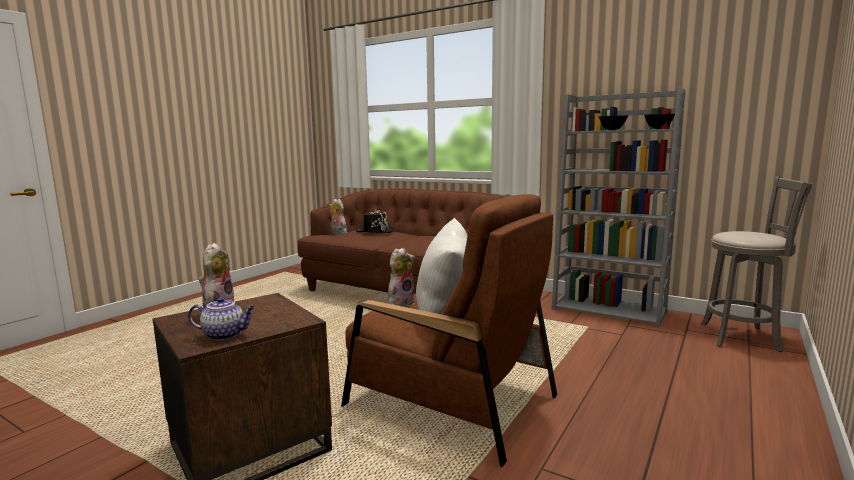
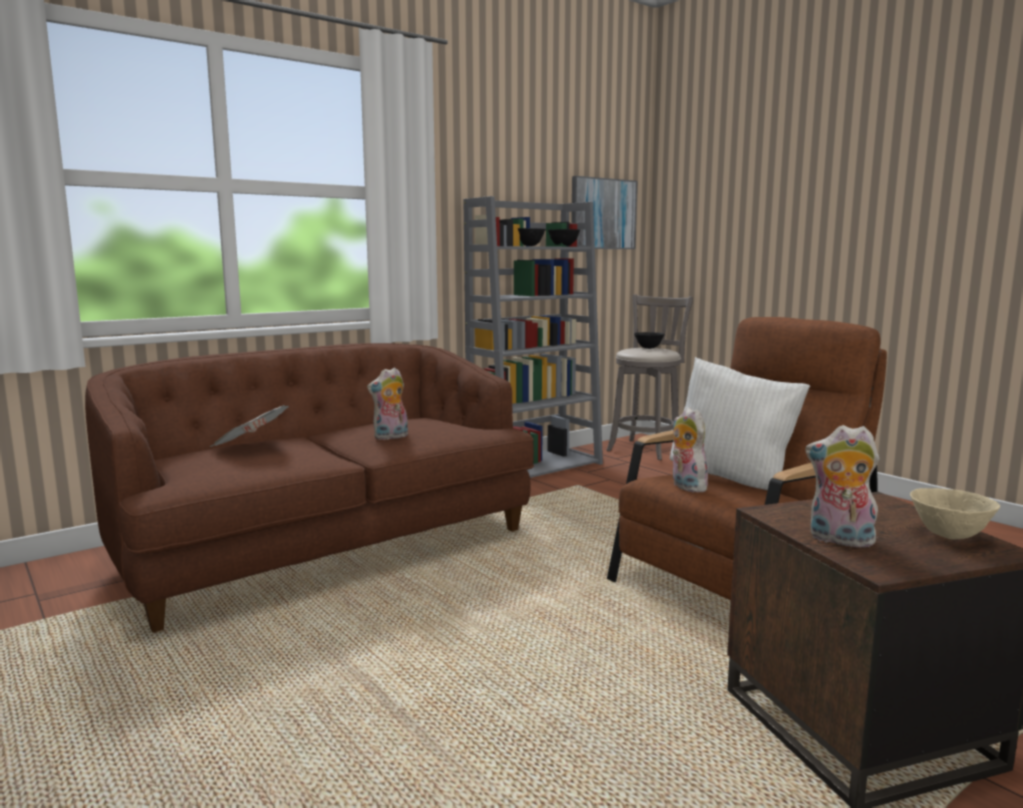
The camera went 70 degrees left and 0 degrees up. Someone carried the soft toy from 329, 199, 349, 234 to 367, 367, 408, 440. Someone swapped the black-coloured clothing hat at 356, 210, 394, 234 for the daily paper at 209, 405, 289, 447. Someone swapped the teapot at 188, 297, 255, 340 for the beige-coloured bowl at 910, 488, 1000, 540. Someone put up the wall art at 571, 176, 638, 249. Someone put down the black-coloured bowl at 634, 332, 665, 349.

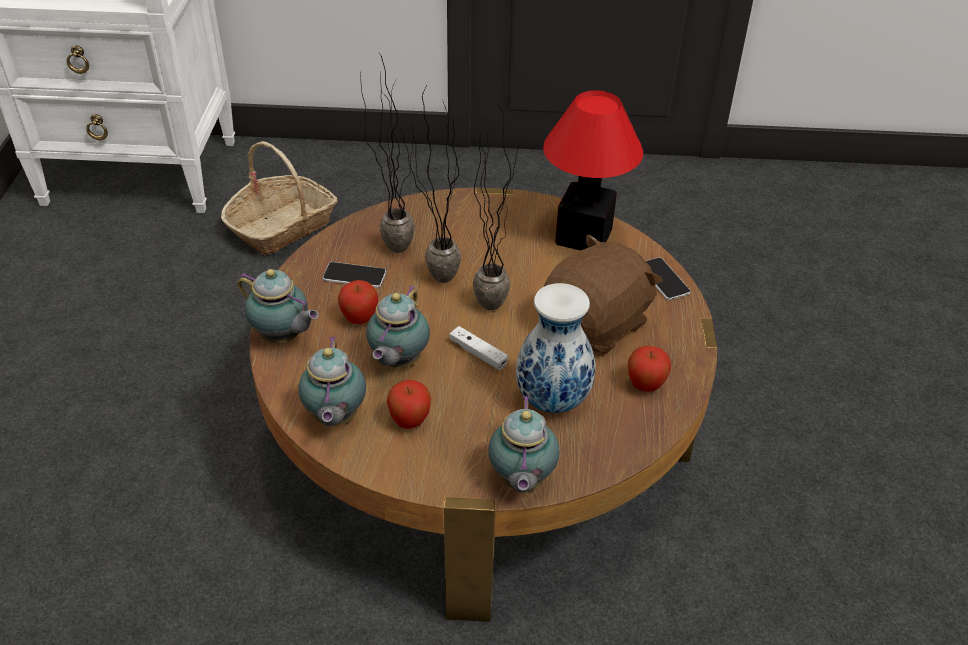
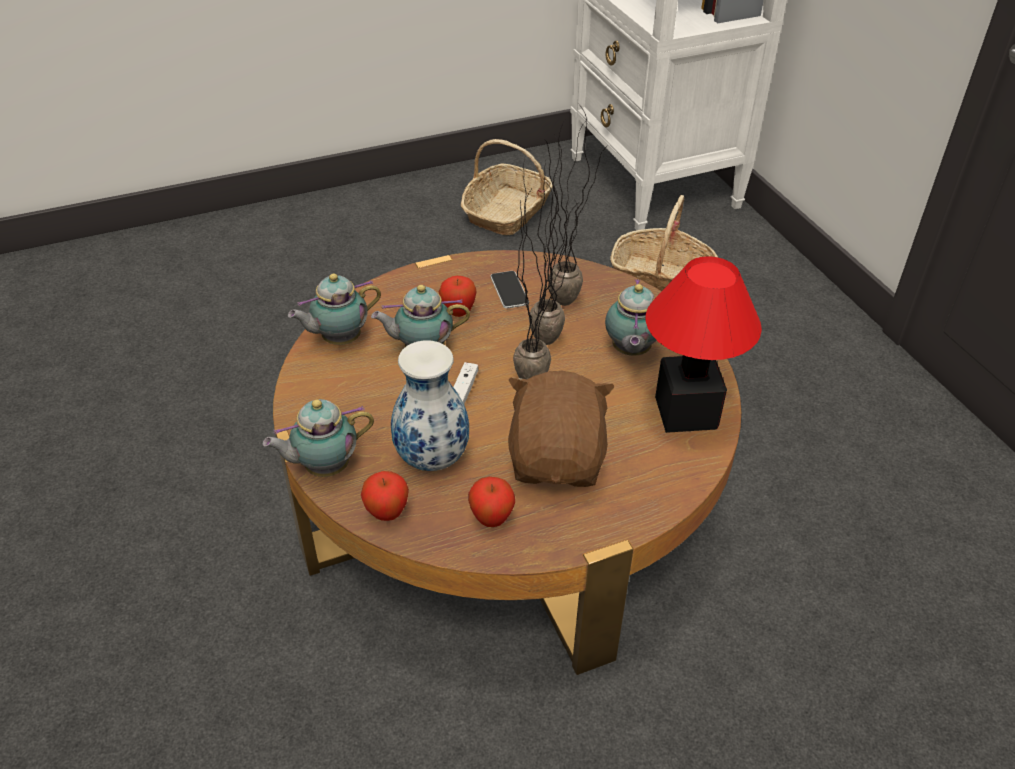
The camera went 65 degrees right and 0 degrees up. Someone rotated the brownish soft toy at 544, 234, 663, 354 by 105 degrees counterclockwise. Someone took away the telephone at 646, 257, 691, 300. Someone carried the teapot from 237, 269, 319, 343 to 605, 279, 657, 356. Someone carried the apple from 387, 380, 431, 429 to 361, 471, 409, 521. Someone put down the basket at 461, 139, 553, 235.

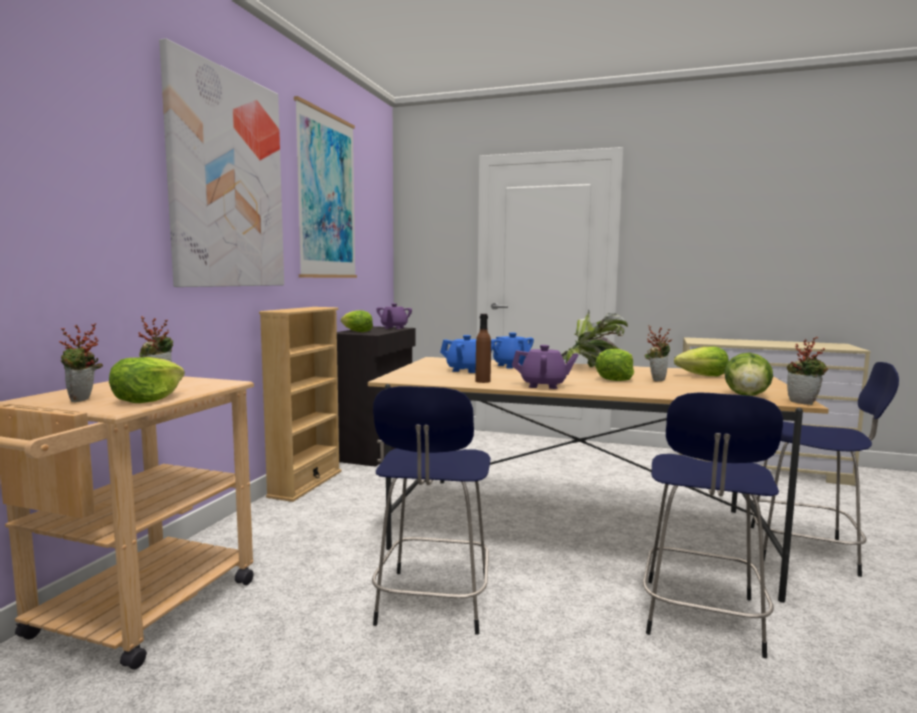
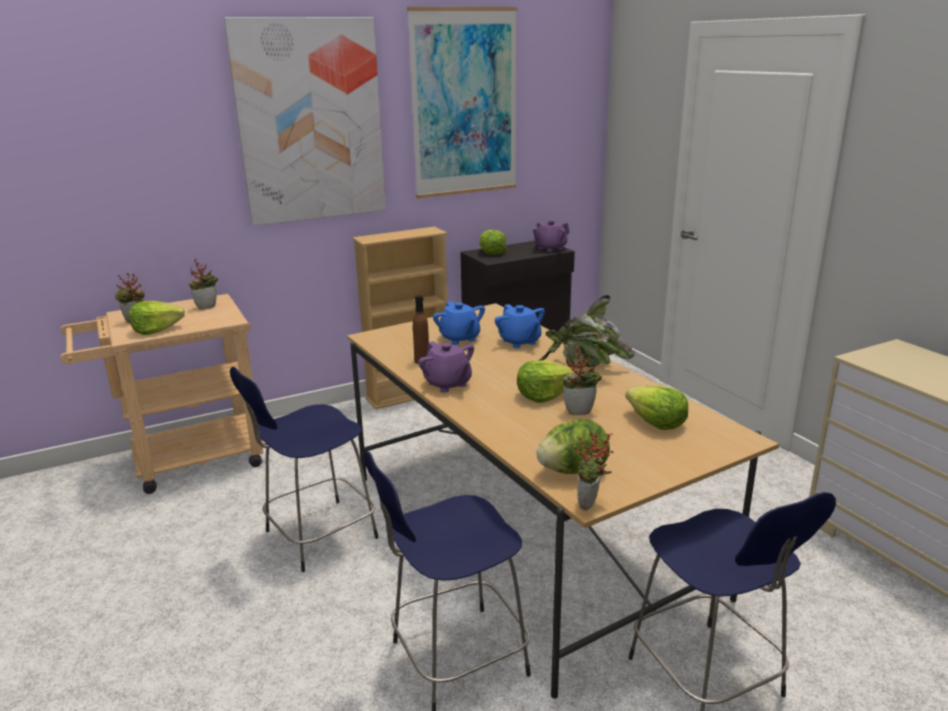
The camera went 45 degrees right and 15 degrees up. Someone rotated the blue teapot at 491, 332, 534, 368 by 135 degrees clockwise.

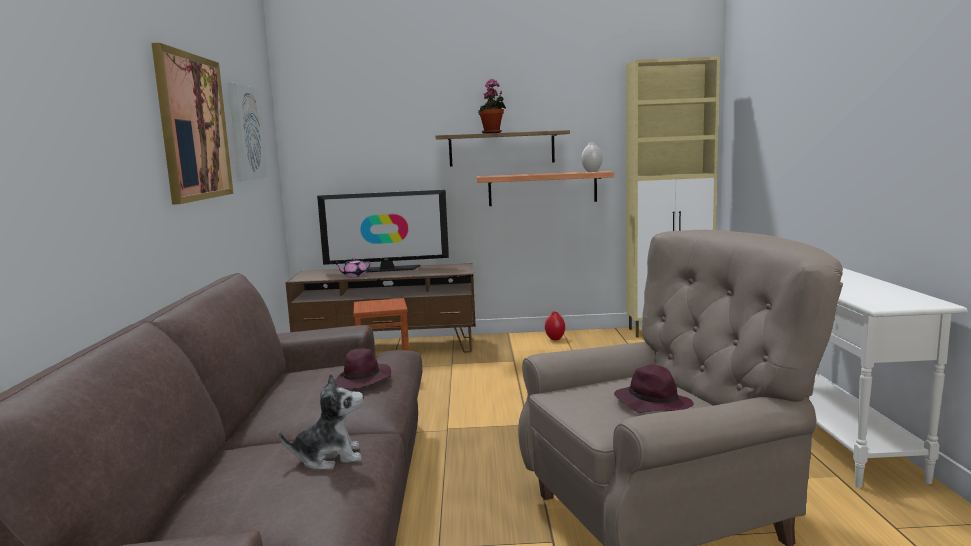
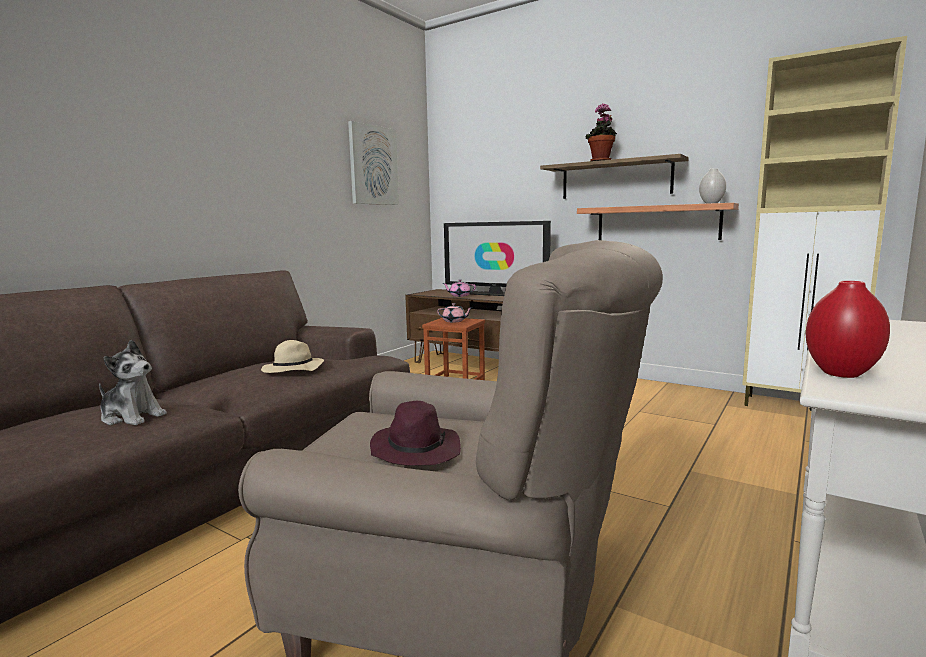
The camera went 35 degrees right and 0 degrees up. Someone took away the wall art at 152, 43, 233, 205. Someone carried the reddish flower vase from 545, 311, 565, 340 to 806, 281, 890, 378. Someone repainted the purplish clothing hat at 334, 348, 391, 389, which became the beige-coloured clothing hat at 261, 340, 324, 373. Someone put down the pinkish teapot at 437, 303, 472, 322.

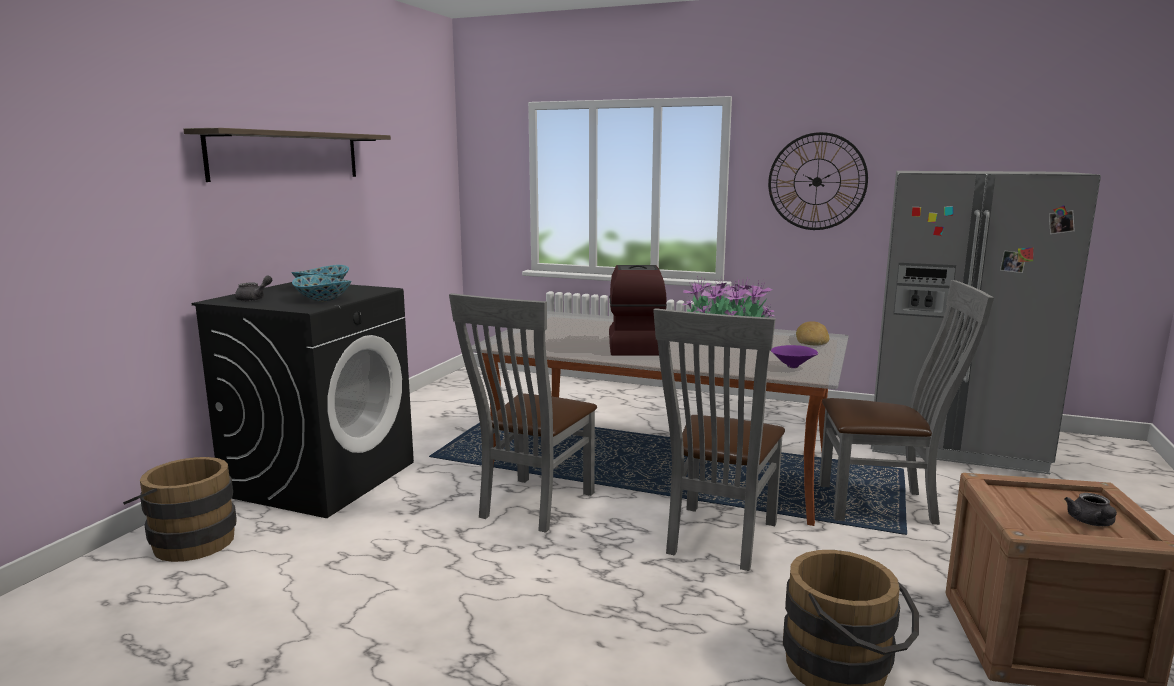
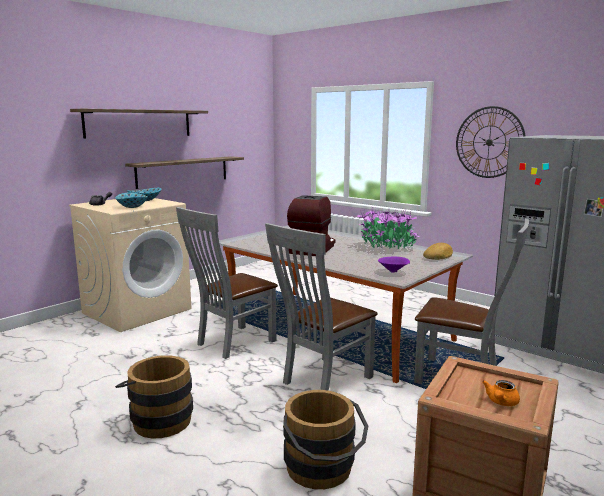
The camera went 20 degrees right and 0 degrees up. Someone repainted the black-coloured laundry machine at 192, 282, 414, 518, which became the beige-coloured laundry machine at 69, 198, 191, 332. Someone carried the brownish bucket from 123, 457, 237, 562 to 115, 355, 193, 438. Someone repainted the greyish teapot at 1064, 493, 1117, 526, which became the orange-coloured teapot at 482, 380, 520, 406. Someone put up the wall shelf at 125, 156, 244, 189.

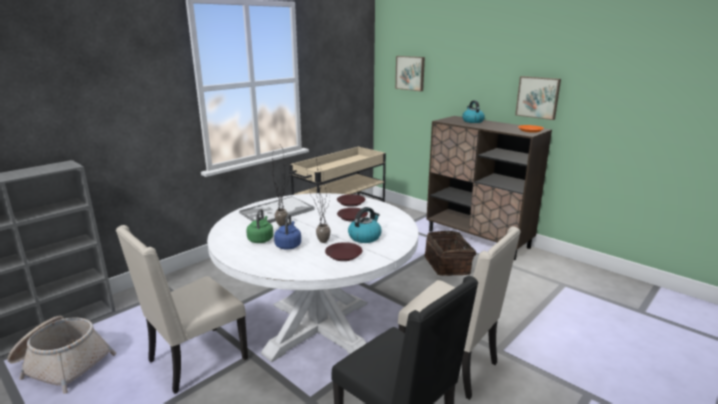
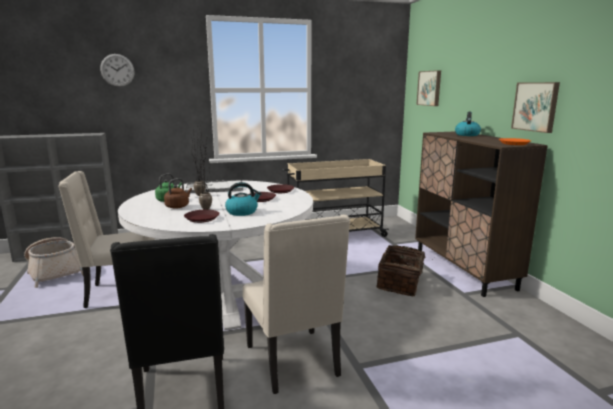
The camera went 30 degrees right and 5 degrees down. Someone repainted the blue water kettle at 274, 214, 301, 250, which became the brownish water kettle at 164, 178, 192, 208. Someone put up the wall clock at 100, 54, 134, 87.

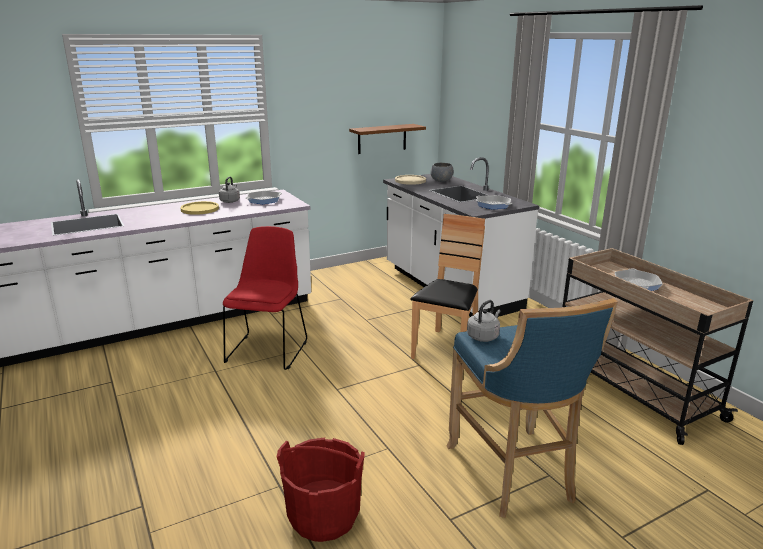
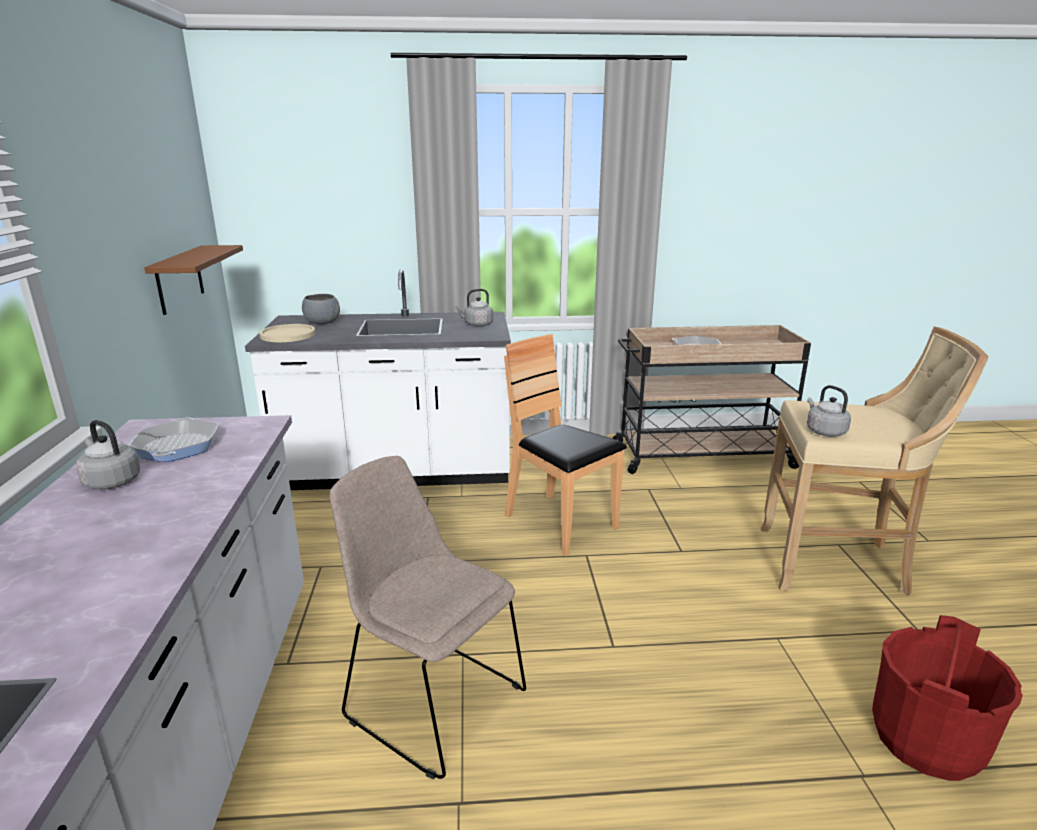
The camera went 65 degrees left and 0 degrees up. Someone swapped the pan at 476, 195, 512, 209 for the greyish water kettle at 456, 289, 493, 327. Someone took away the yellowish plate at 180, 201, 219, 215. Someone repainted the reddish upright chair at 223, 226, 307, 370, which became the beige-coloured upright chair at 330, 456, 526, 780. Someone repainted the blue stool seat at 446, 298, 618, 518, which became the beige-coloured stool seat at 761, 327, 989, 596.

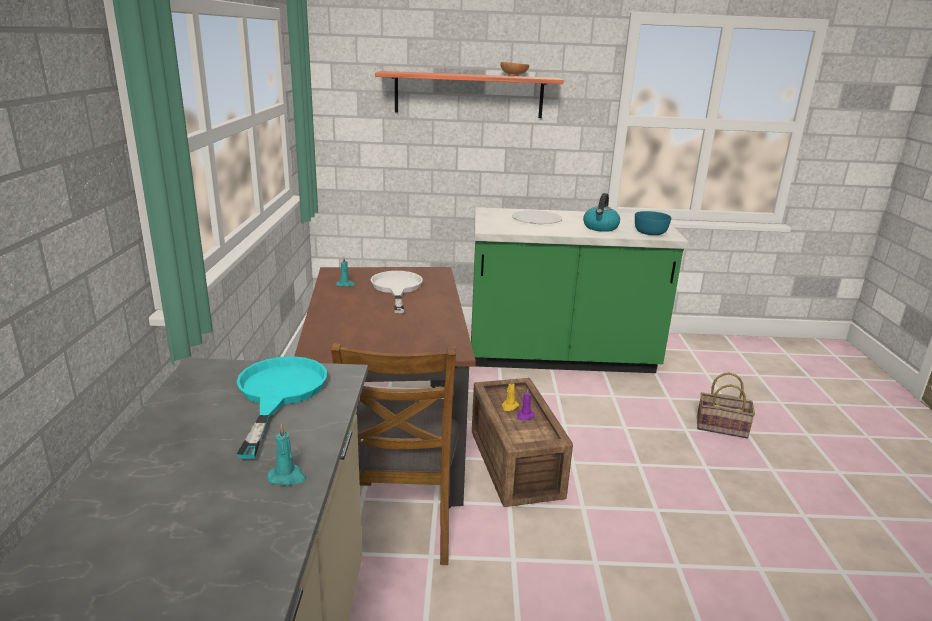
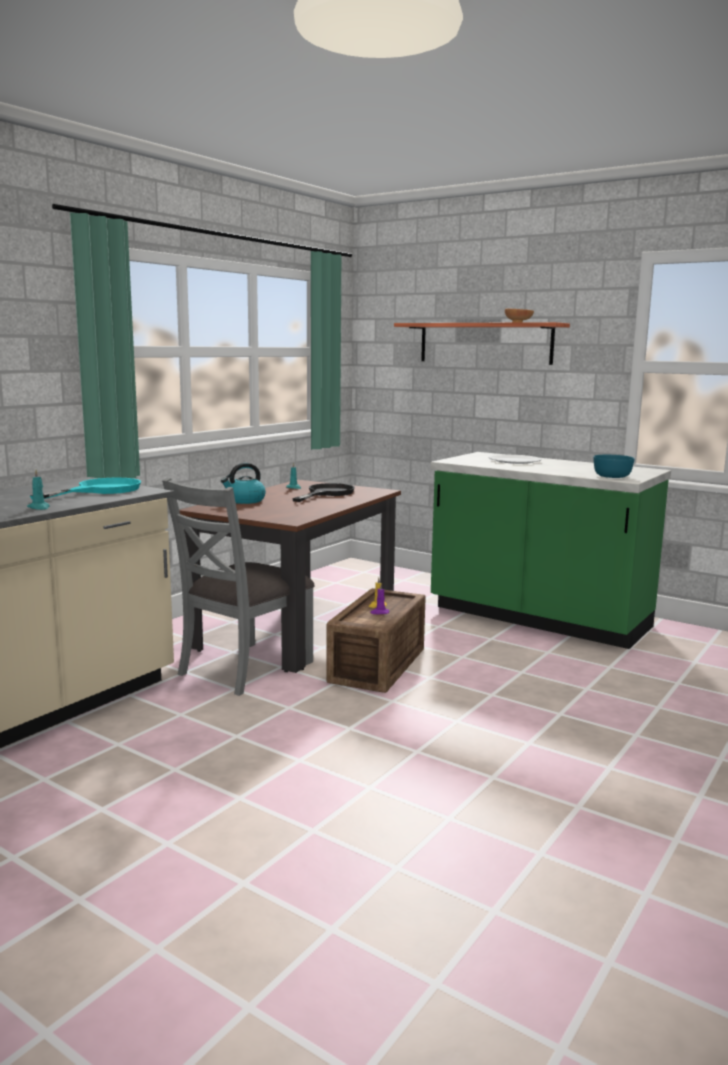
The camera went 35 degrees right and 10 degrees down. Someone carried the water kettle from 583, 193, 620, 232 to 221, 463, 266, 504. Someone repainted the white pan at 371, 271, 423, 313, which became the black-coloured pan at 292, 483, 355, 502. Someone repainted the brownish upright chair at 331, 343, 459, 565, which became the greyish upright chair at 162, 478, 315, 696. Someone took away the basket at 697, 372, 755, 439.

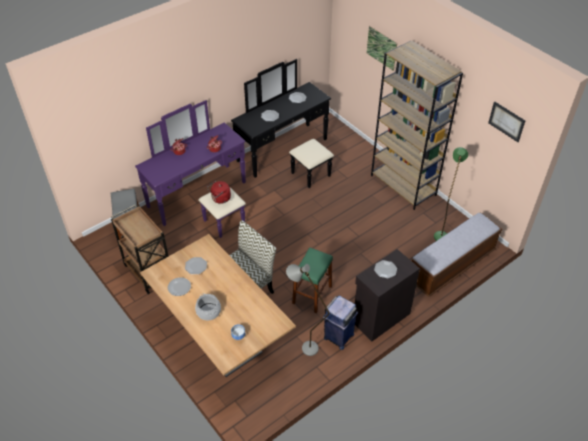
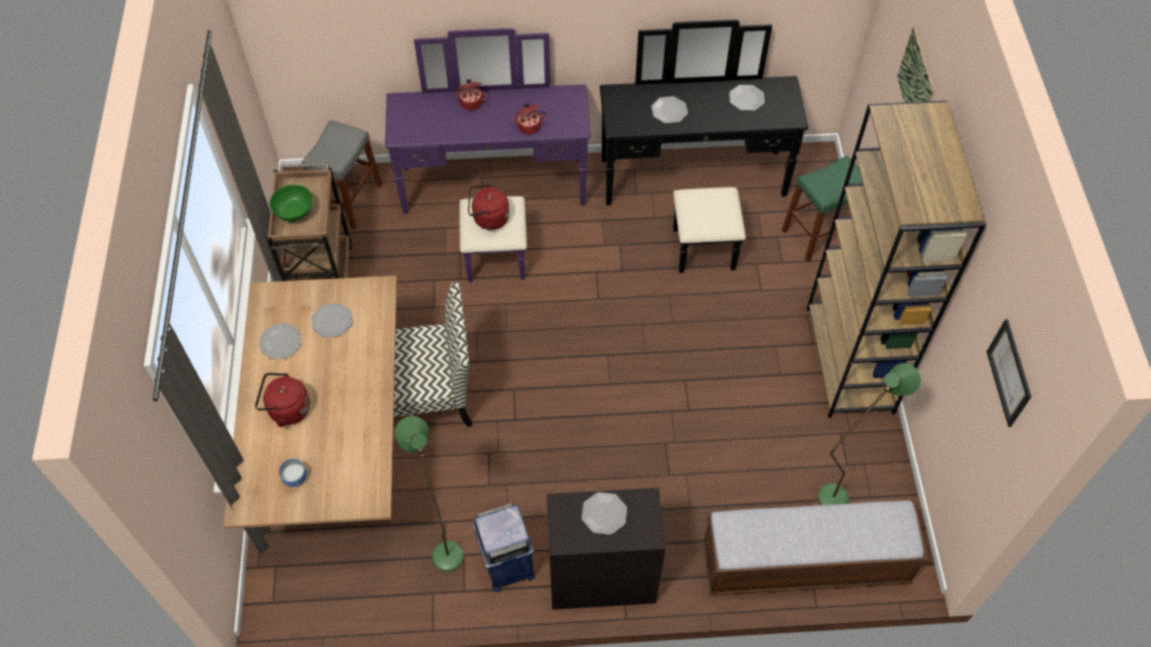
The camera went 35 degrees right and 10 degrees up. Someone carried the green-coloured stool seat from 292, 247, 333, 313 to 782, 155, 862, 262. Someone repainted the greyish floor lamp at 286, 264, 329, 356, which became the green-coloured floor lamp at 395, 416, 464, 572. Someone swapped the stockpot at 195, 294, 221, 320 for the reddish water kettle at 255, 373, 310, 427. Someone put down the green-coloured bowl at 270, 185, 313, 221.

